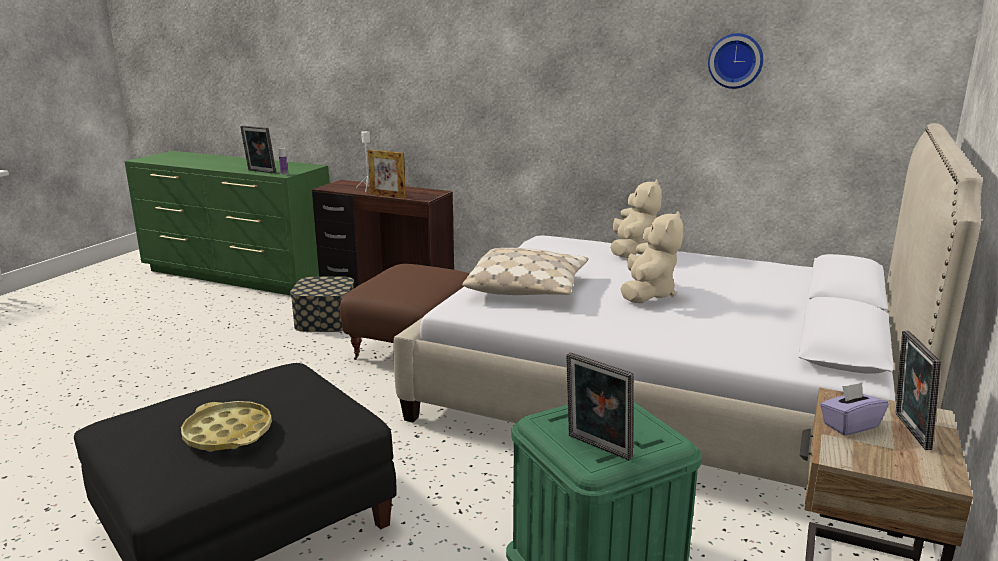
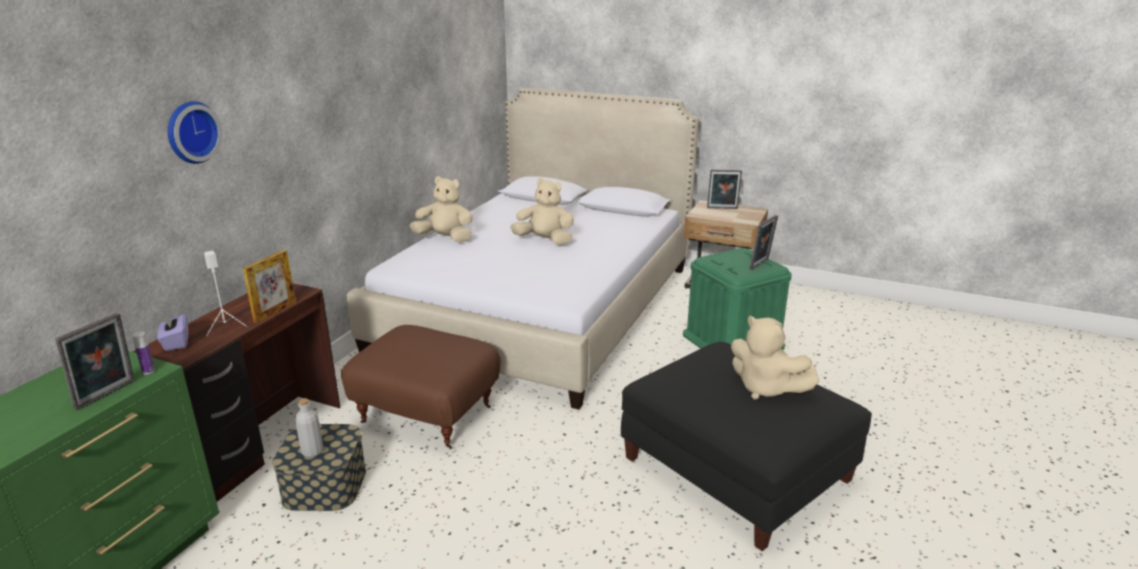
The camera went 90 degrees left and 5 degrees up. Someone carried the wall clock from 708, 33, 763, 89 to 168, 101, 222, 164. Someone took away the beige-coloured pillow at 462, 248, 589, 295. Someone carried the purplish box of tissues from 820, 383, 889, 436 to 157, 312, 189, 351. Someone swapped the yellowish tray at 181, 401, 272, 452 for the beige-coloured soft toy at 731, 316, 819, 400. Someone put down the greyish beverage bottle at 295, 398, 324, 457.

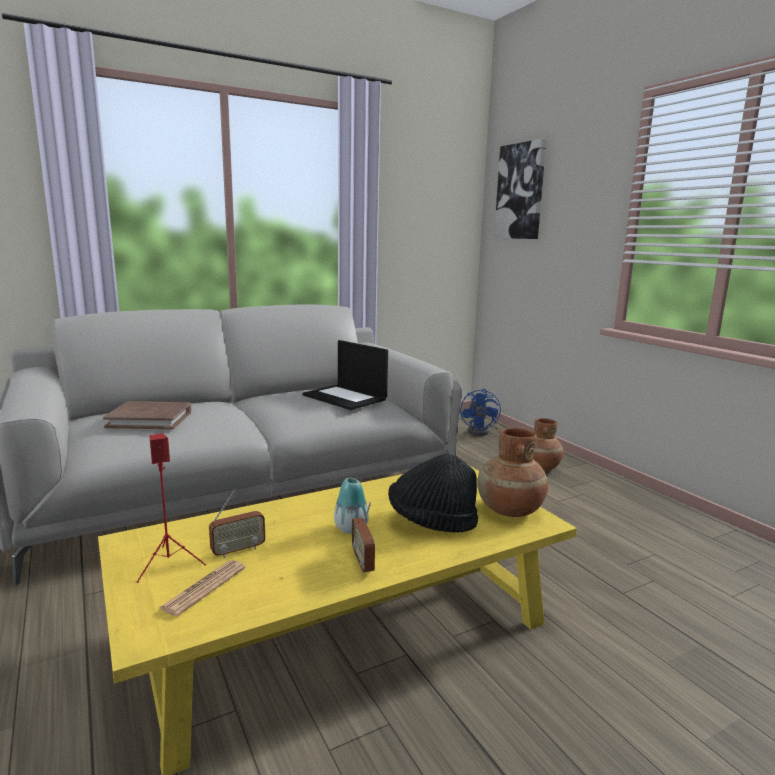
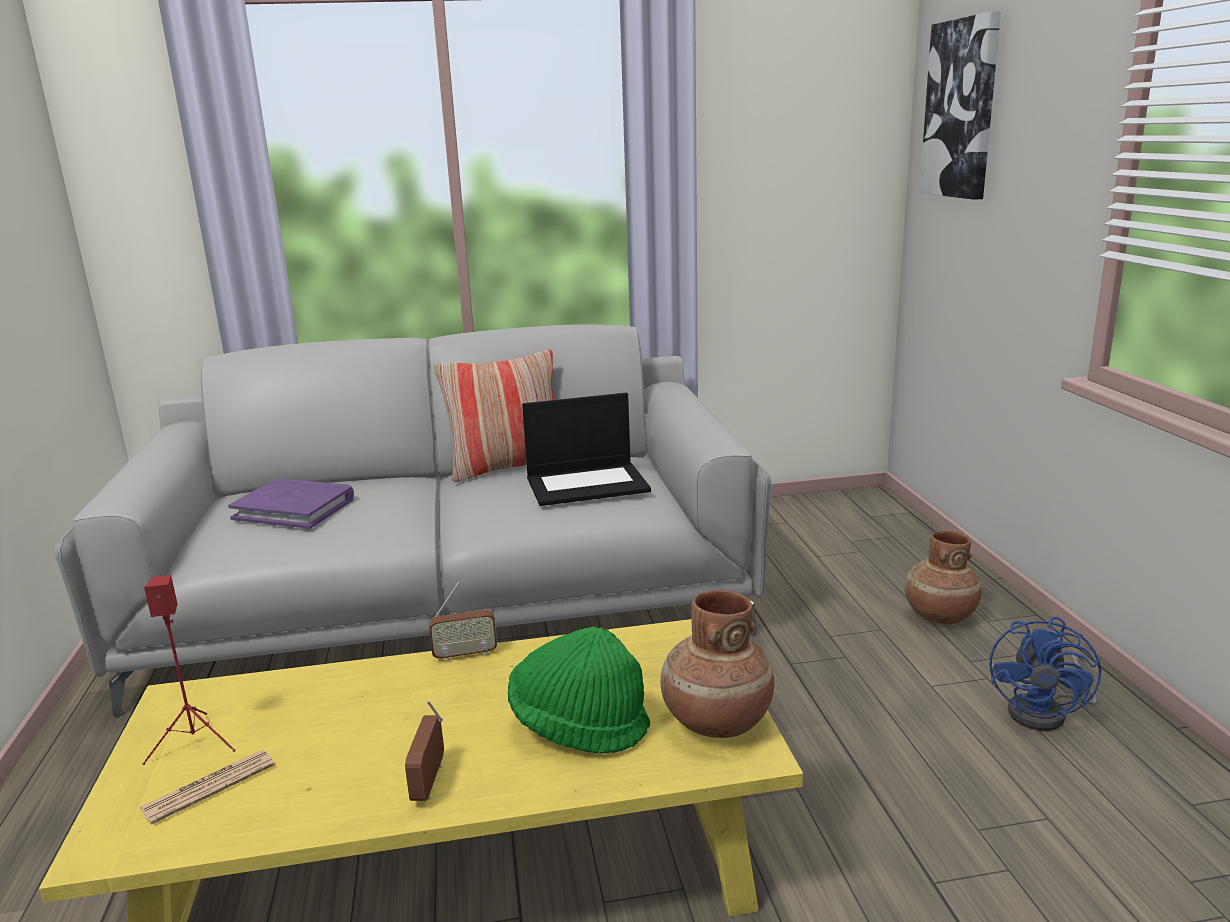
The camera went 20 degrees right and 5 degrees up. Someone rotated the portable computer at 302, 340, 388, 410 by 75 degrees counterclockwise. Someone carried the blue fan from 460, 388, 501, 436 to 989, 617, 1101, 731. Someone repainted the brownish volume at 103, 401, 191, 429, which became the purplish volume at 228, 478, 354, 529. Someone repainted the black-coloured clothing hat at 388, 454, 478, 533, which became the green-coloured clothing hat at 508, 627, 650, 753. Someone took away the flower vase at 334, 478, 369, 534. Someone carried the radio from 209, 489, 265, 558 to 429, 582, 497, 662. Someone put down the pillow at 434, 350, 553, 482.

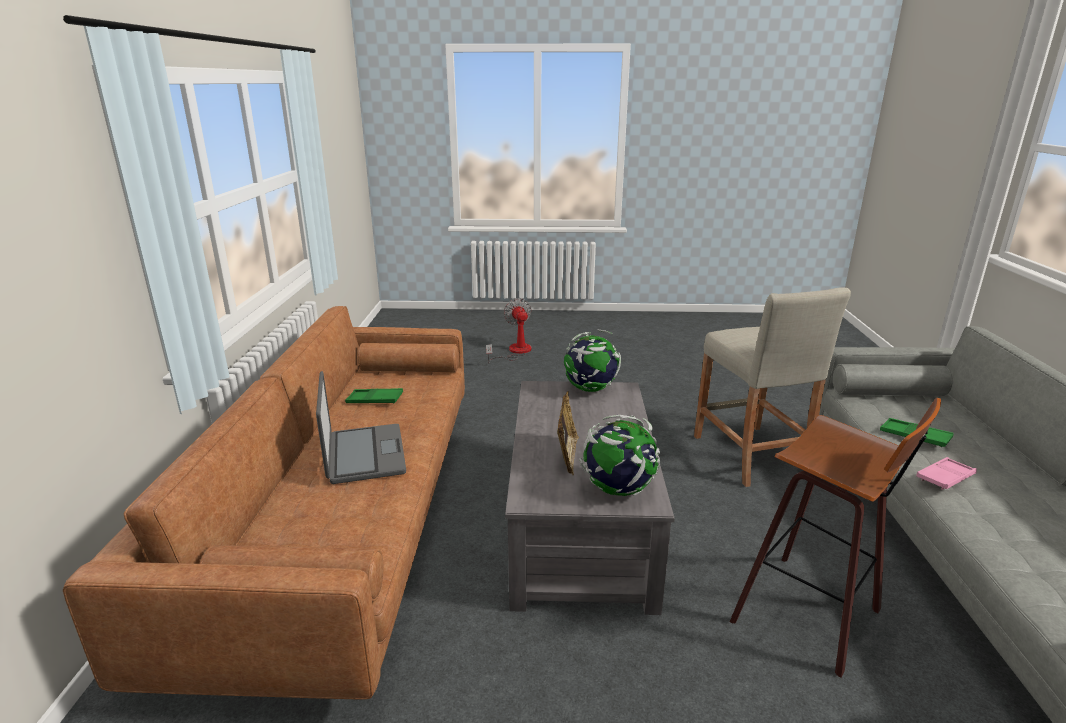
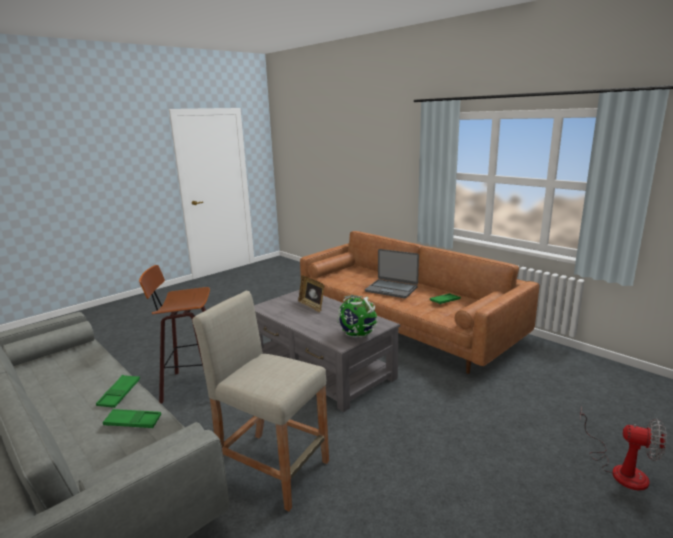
The camera went 135 degrees right and 5 degrees down. Someone took away the desk globe at 580, 415, 660, 496. Someone repainted the pinkish tray at 916, 457, 977, 490, which became the green-coloured tray at 96, 375, 140, 408.

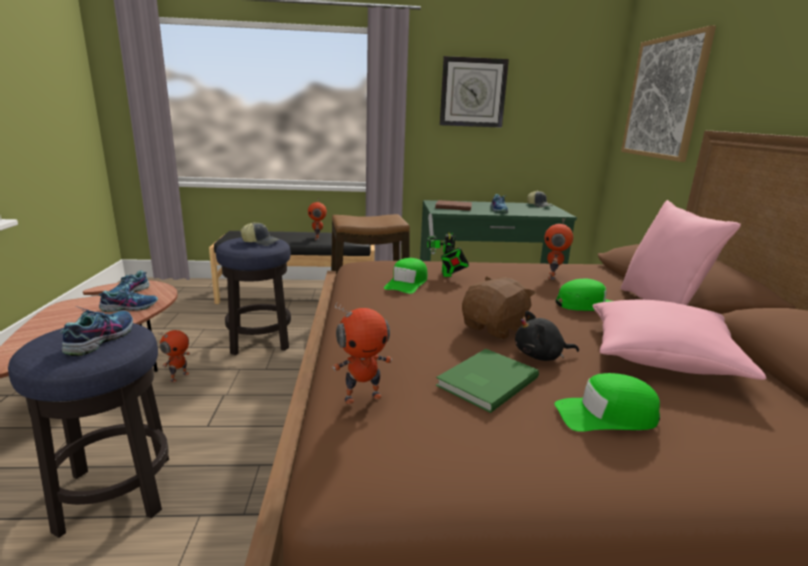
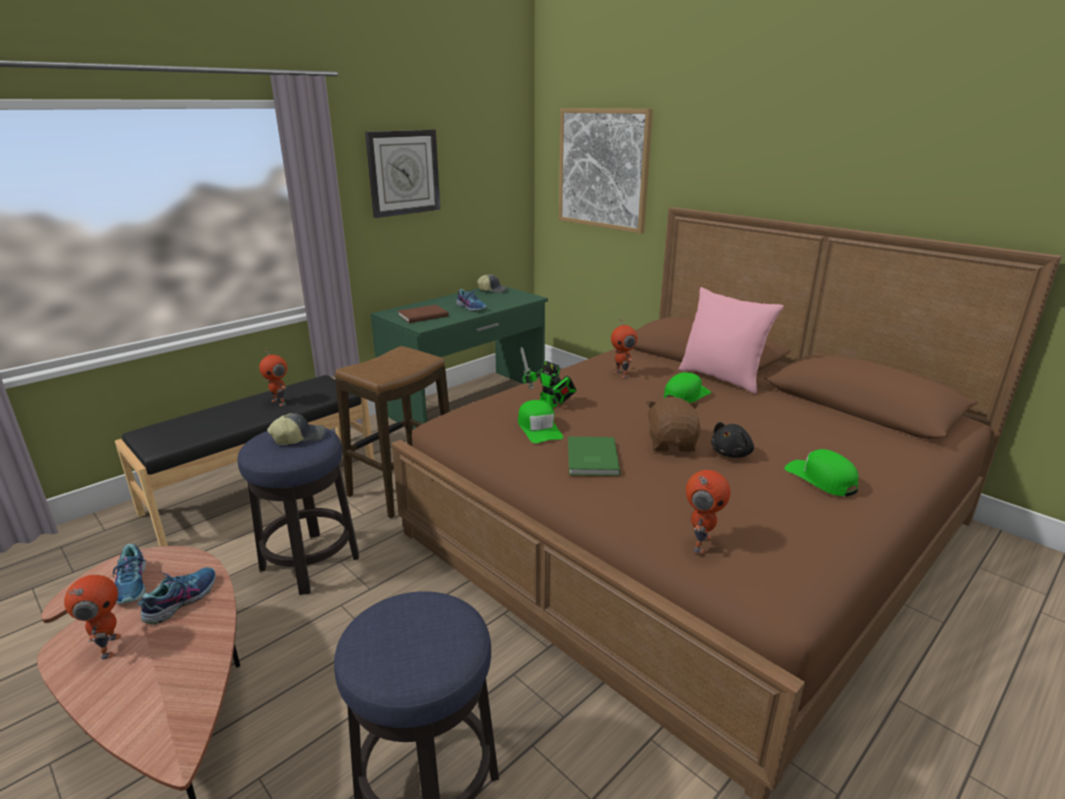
The camera went 40 degrees left and 5 degrees up. Someone took away the pinkish pillow at 592, 300, 766, 380. Someone took away the low shoe at 60, 307, 133, 356. Someone carried the model robot from 158, 330, 190, 382 to 64, 575, 121, 660. Someone carried the green-coloured volume from 436, 349, 539, 413 to 568, 437, 620, 476. Someone rotated the green-coloured peaked cap at 554, 373, 660, 432 by 105 degrees clockwise.

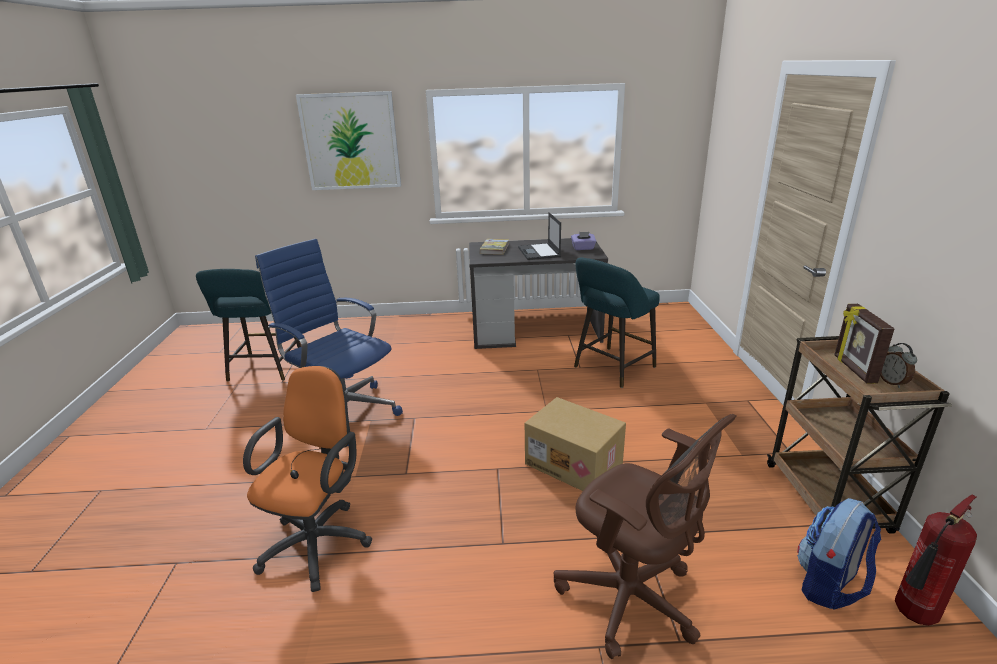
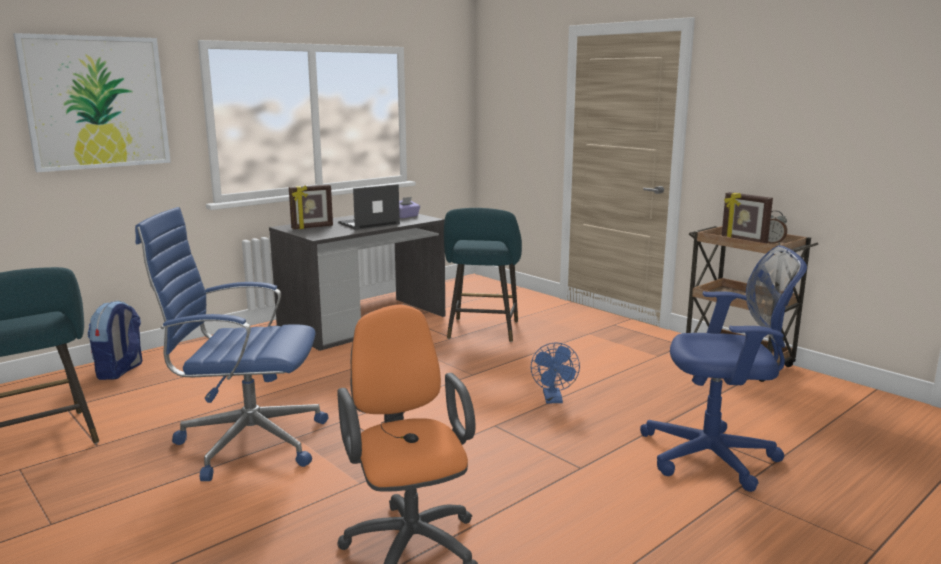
The camera went 40 degrees left and 10 degrees down. Someone rotated the portable computer at 518, 212, 561, 260 by 105 degrees clockwise. Someone swapped the volume at 480, 239, 509, 255 for the standing frame at 289, 184, 333, 229. Someone swapped the carton at 525, 397, 626, 491 for the blue fan at 531, 342, 580, 403. Someone repainted the brownish computer chair at 554, 414, 736, 659, which became the blue computer chair at 640, 245, 807, 492. Someone took away the extinguisher at 895, 495, 977, 626. Someone carried the knapsack from 797, 498, 881, 610 to 87, 300, 142, 380.

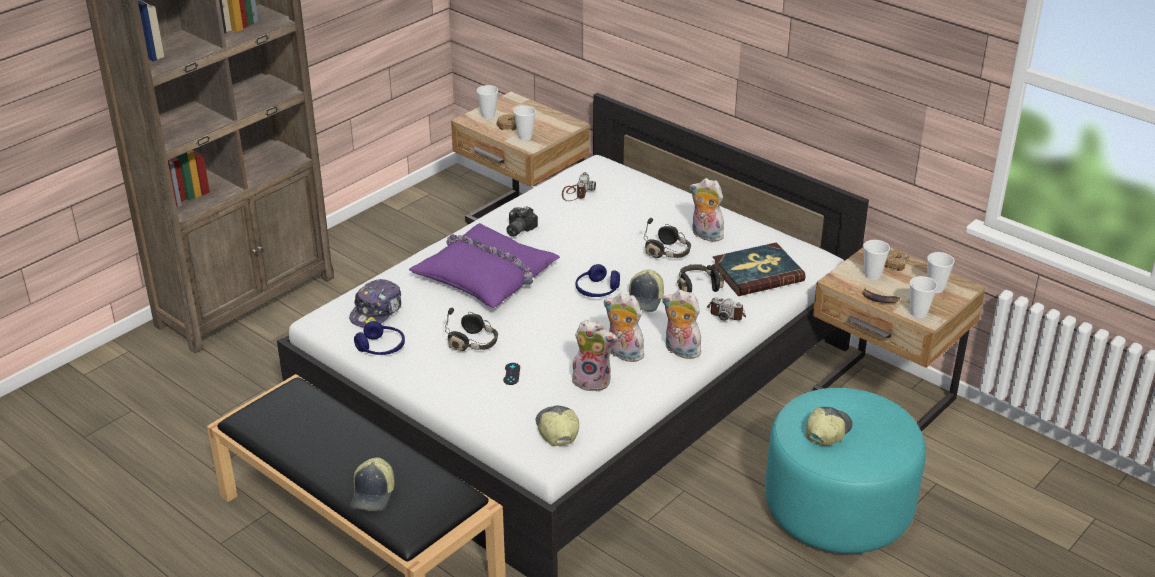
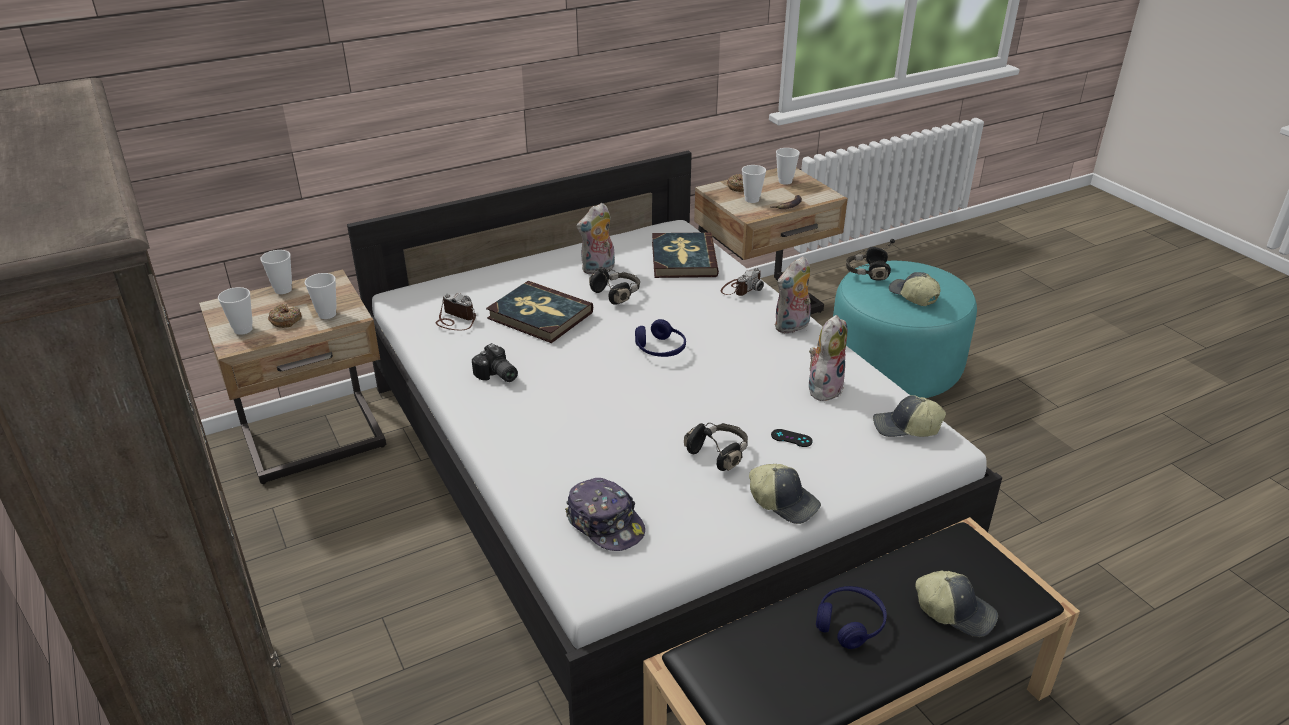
The camera went 70 degrees left and 0 degrees up. Someone took away the purplish pillow at 409, 223, 560, 308. Someone carried the black-coloured headset from 677, 264, 724, 292 to 846, 239, 895, 281. Someone carried the peaked cap from 629, 270, 664, 312 to 749, 464, 821, 524. Someone carried the drinking cup from 910, 276, 937, 318 to 260, 250, 292, 294. Someone took away the soft toy at 604, 293, 644, 362. Someone carried the blue headset from 354, 321, 405, 355 to 816, 586, 887, 649. Someone put down the volume at 486, 281, 593, 343.

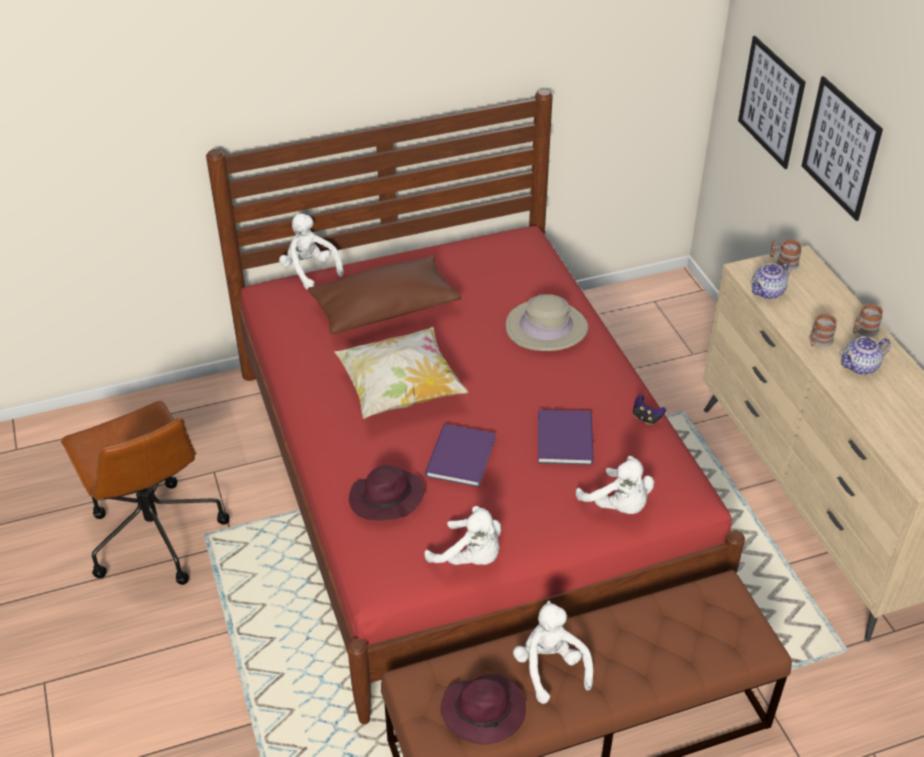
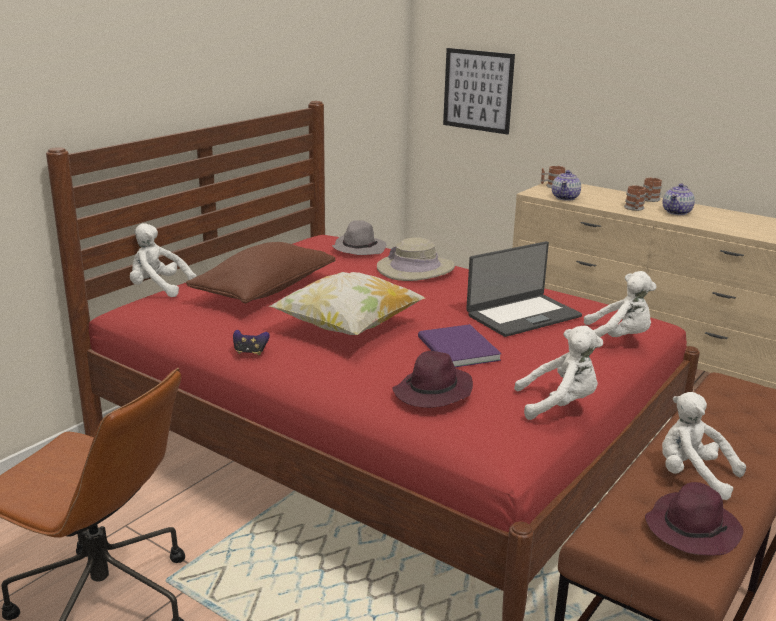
The camera went 35 degrees left and 20 degrees down. Someone took away the wall art at 802, 76, 883, 221. Someone carried the joypad from 633, 395, 666, 425 to 233, 330, 270, 355. Someone swapped the purplish volume at 538, 409, 594, 465 for the portable computer at 466, 241, 582, 337. Someone put down the greyish clothing hat at 332, 220, 387, 255.

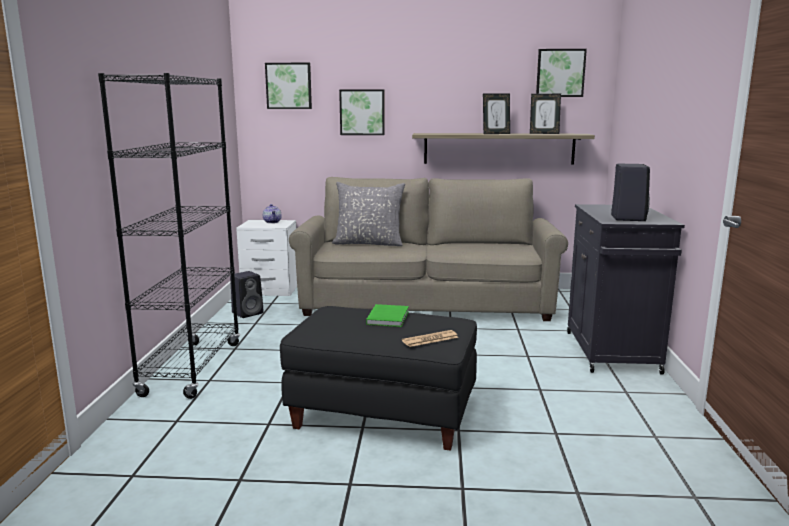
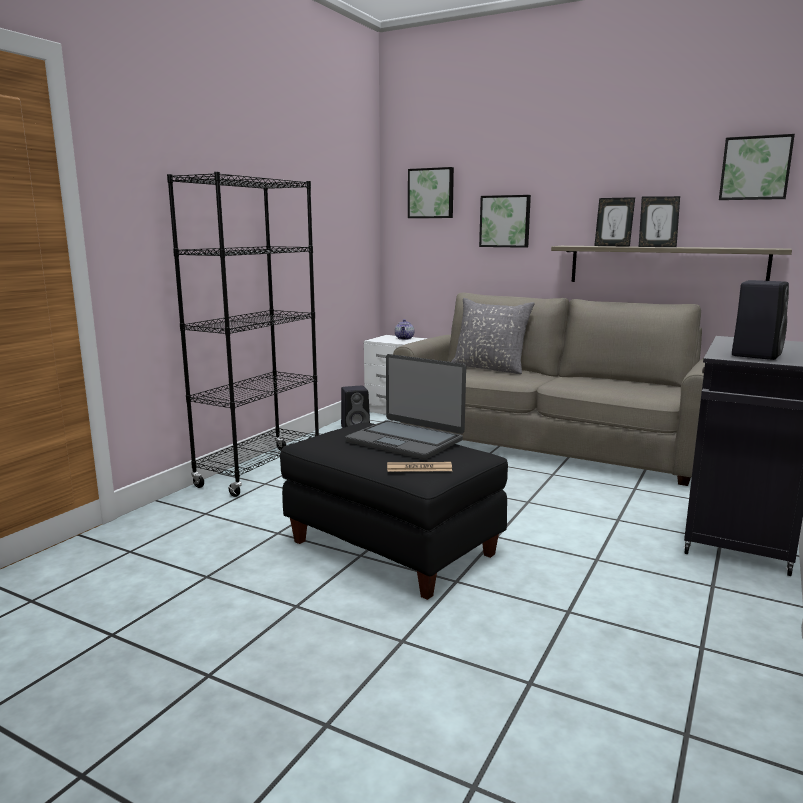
The camera went 25 degrees right and 0 degrees up. Someone carried the standing frame from 530, 94, 561, 134 to 594, 197, 635, 247. Someone swapped the green-coloured volume at 366, 304, 409, 327 for the portable computer at 345, 354, 466, 459.

